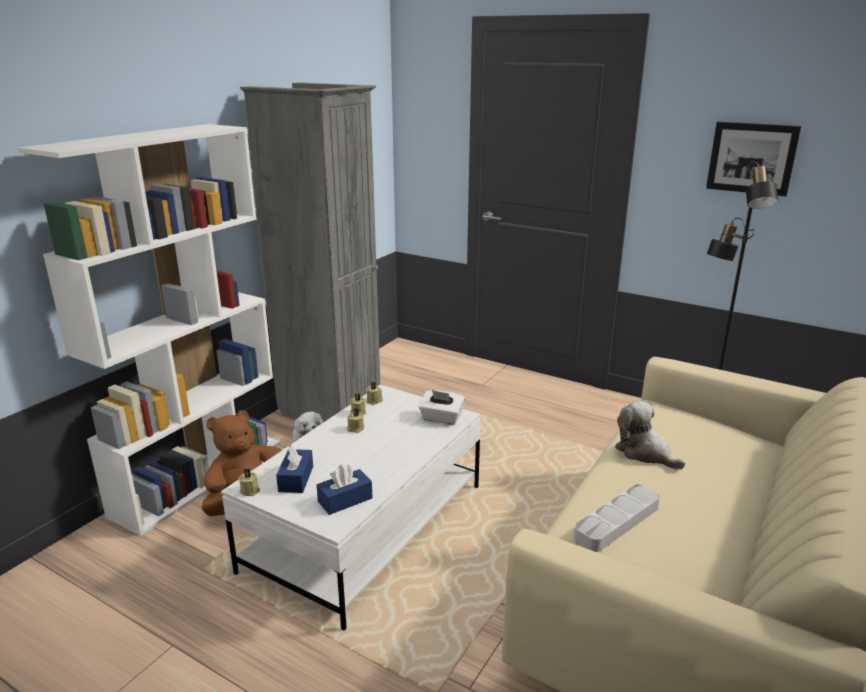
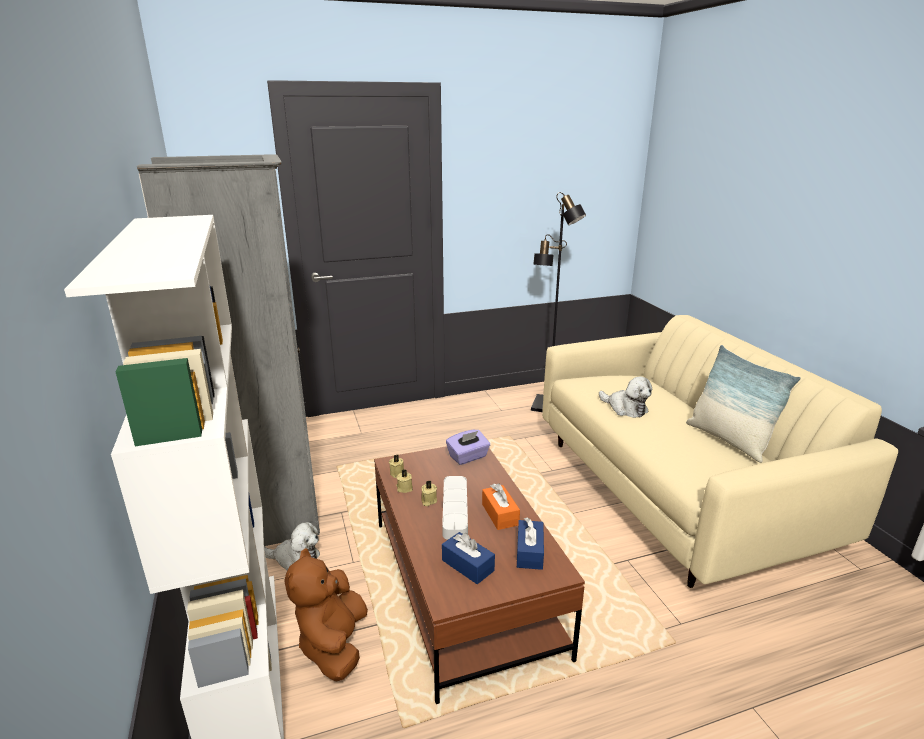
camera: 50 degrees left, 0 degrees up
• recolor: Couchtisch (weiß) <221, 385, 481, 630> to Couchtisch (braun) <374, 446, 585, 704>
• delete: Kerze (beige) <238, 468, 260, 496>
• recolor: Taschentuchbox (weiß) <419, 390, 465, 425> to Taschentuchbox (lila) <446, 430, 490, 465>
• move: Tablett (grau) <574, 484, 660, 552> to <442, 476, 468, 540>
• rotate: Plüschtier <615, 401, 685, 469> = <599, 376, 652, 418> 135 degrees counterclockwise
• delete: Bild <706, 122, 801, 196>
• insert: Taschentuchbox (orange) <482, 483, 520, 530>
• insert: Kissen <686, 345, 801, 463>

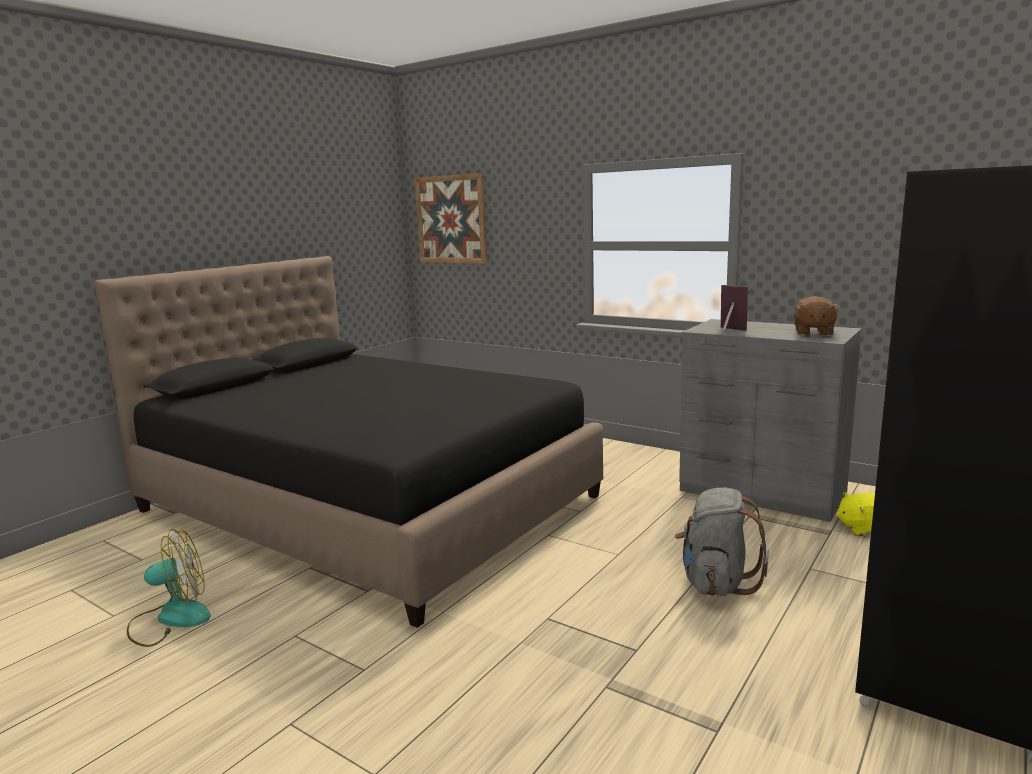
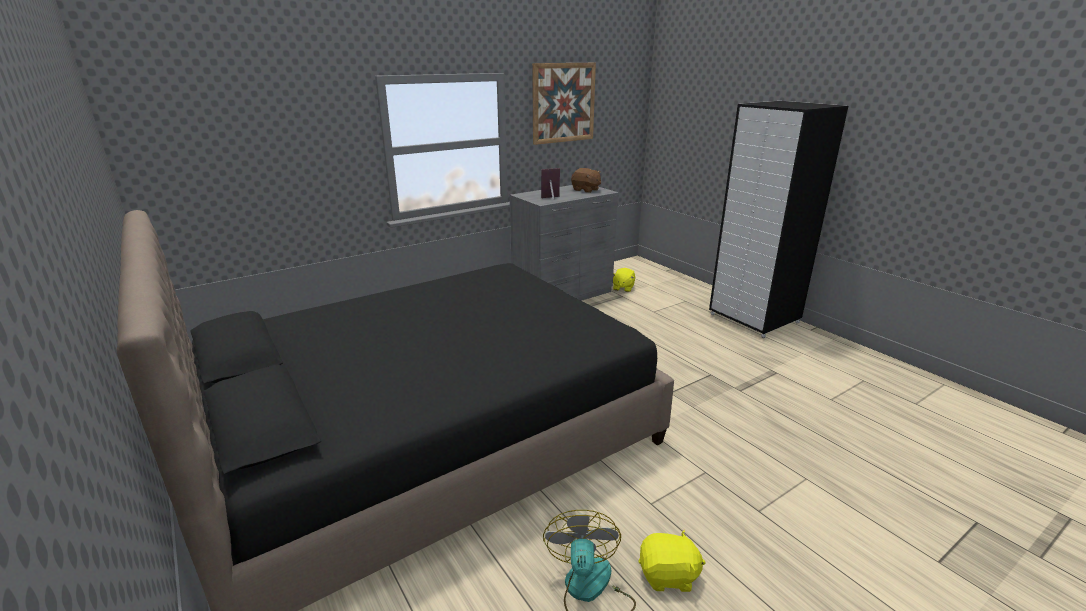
camera: 70 degrees left, 10 degrees up
• move: Bild <415, 173, 487, 264> to <532, 63, 596, 145>
• delete: Rucksack (grau) <675, 487, 769, 596>
• insert: Plüschtier (gelb) <639, 530, 706, 592>

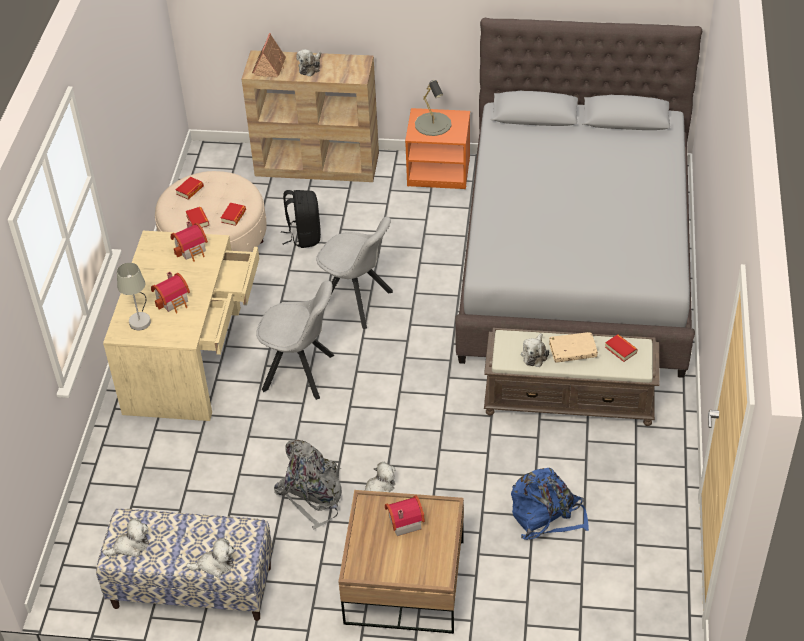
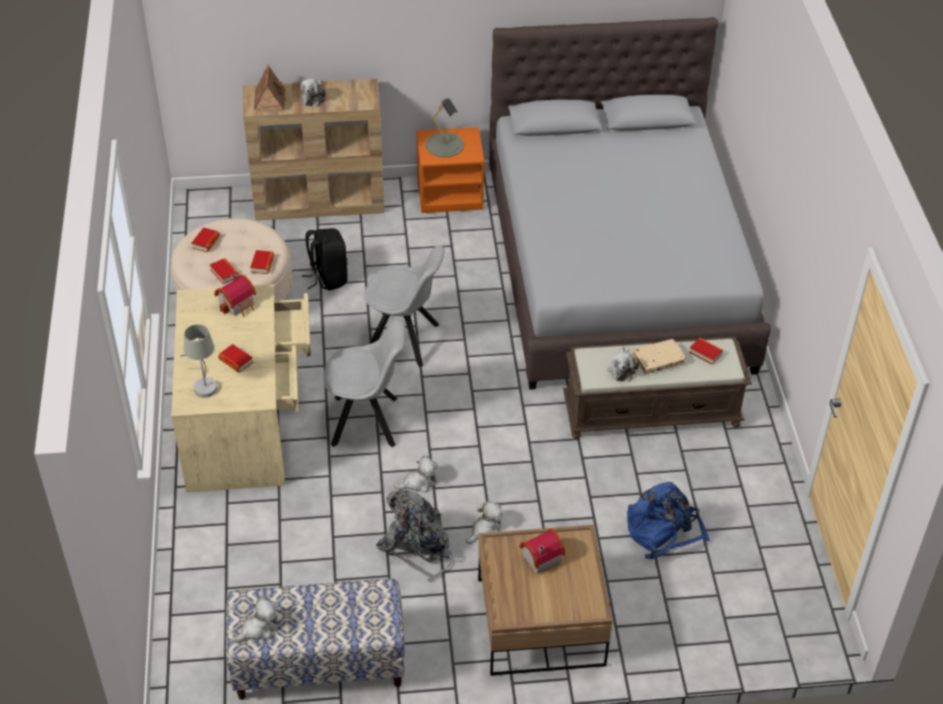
camera: 15 degrees left, 0 degrees up
• replace: Spielzeughaus <151, 272, 190, 313> to Buch <218, 344, 253, 373>
• move: Plüschtier <186, 538, 234, 577> to <394, 456, 438, 493>

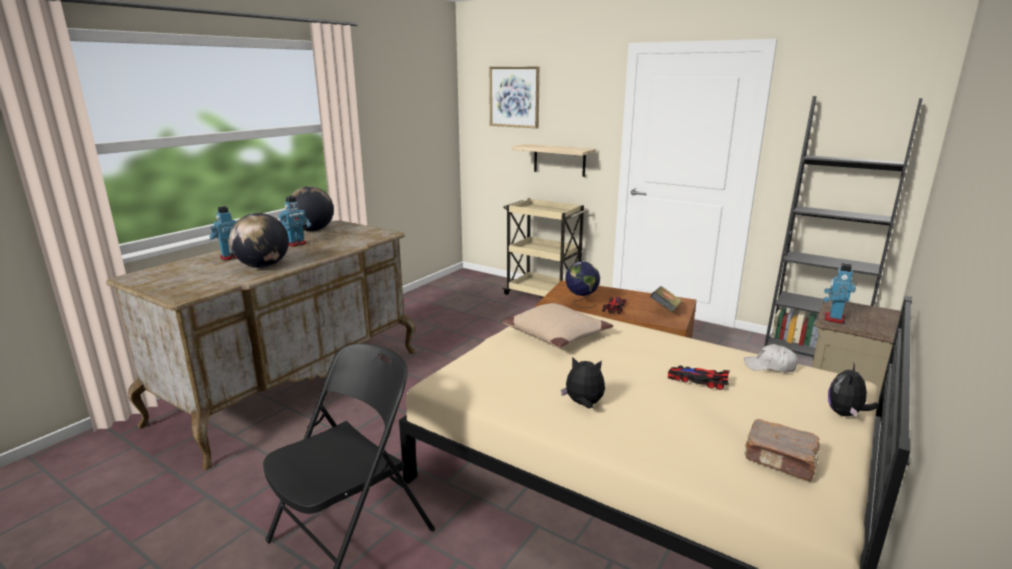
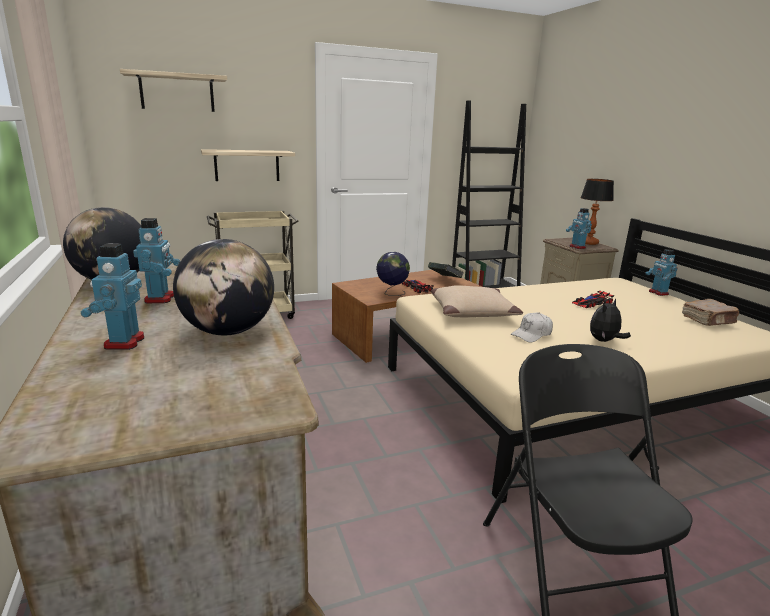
camera: 55 degrees left, 0 degrees up
• replace: Bild <489, 67, 540, 128> to Wandregal <120, 69, 227, 112>
• move: Kappe (weiß) <744, 344, 798, 372> to <511, 313, 553, 343>
• replace: Plüschtier <828, 364, 878, 417> to Spielzeugroboter <645, 249, 678, 296>
• insert: Tischlampe <581, 179, 614, 245>

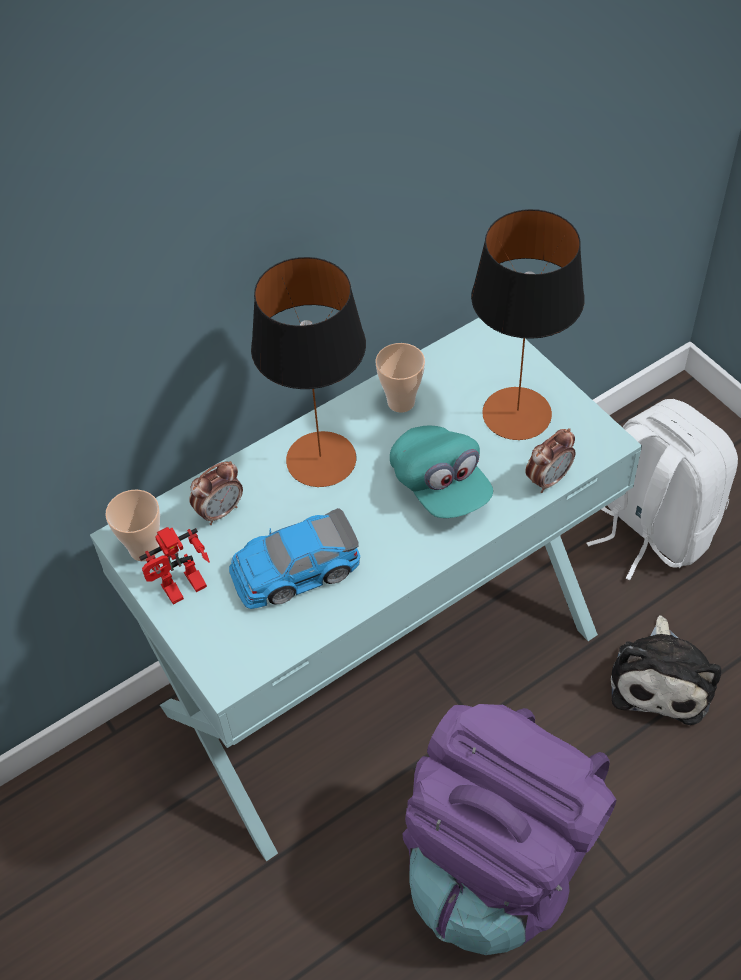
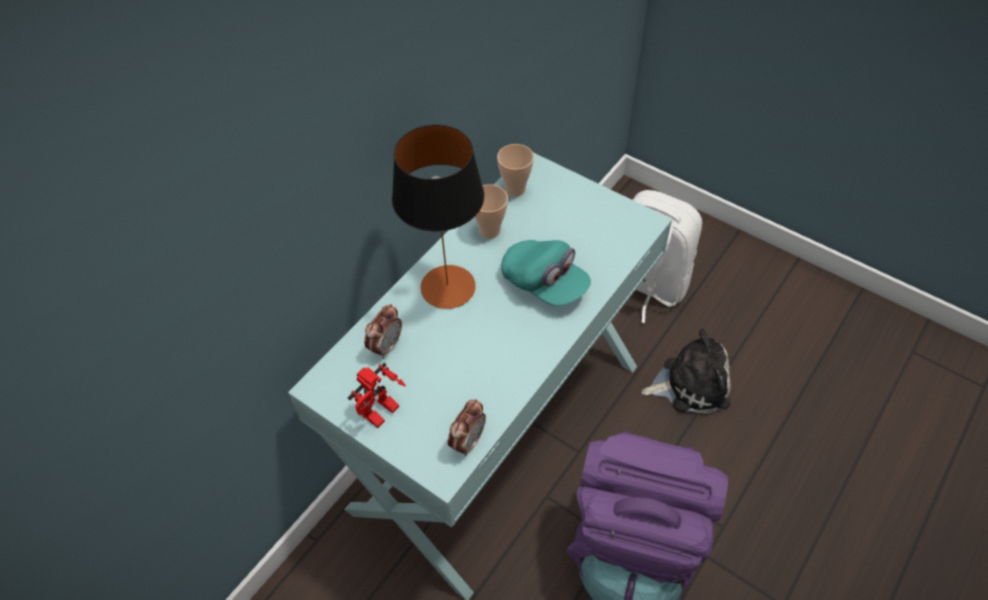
camera: 20 degrees left, 0 degrees up
• move: Tasse <105, 490, 160, 562> to <497, 144, 534, 197>
• delete: Spielzeugauto <229, 508, 360, 609>
• delete: Tischlampe <471, 209, 585, 440>
• move: Wecker <525, 428, 575, 493> to <448, 399, 486, 456>
• rotate: Plüschtier <611, 615, 721, 725> = <641, 329, 731, 414> 90 degrees counterclockwise

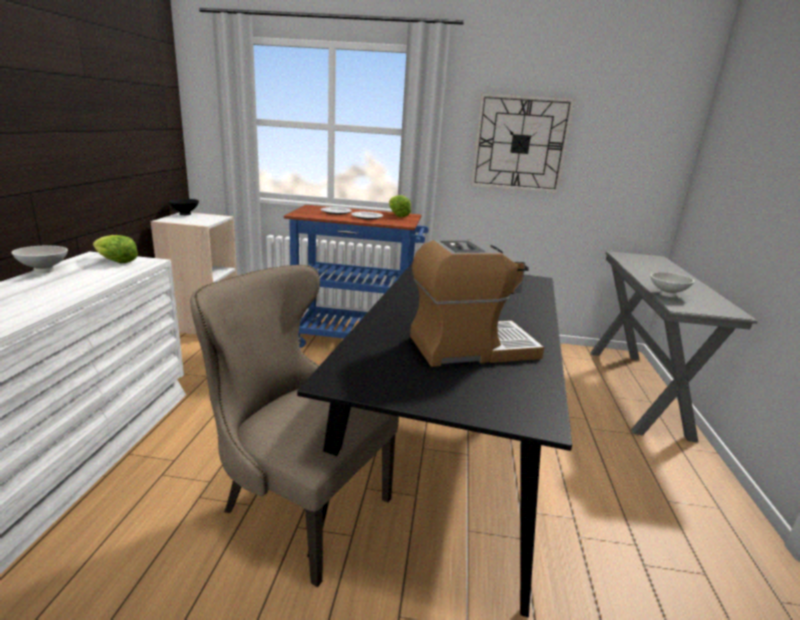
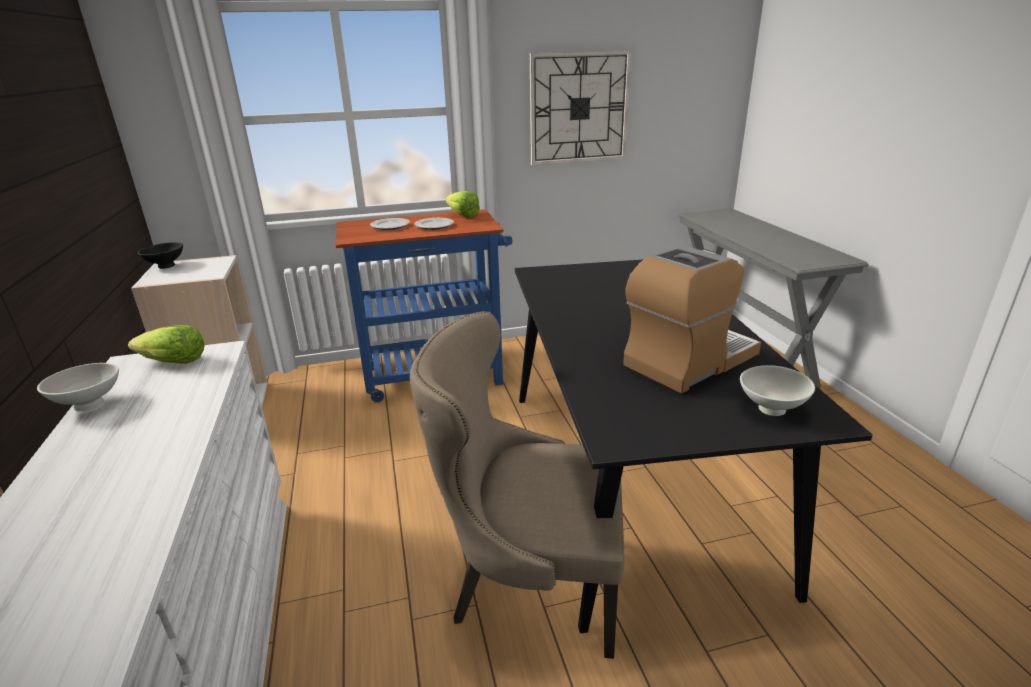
camera: 20 degrees left, 5 degrees up
• move: Schüssel (weiß) <650, 272, 694, 297> to <740, 365, 815, 416>

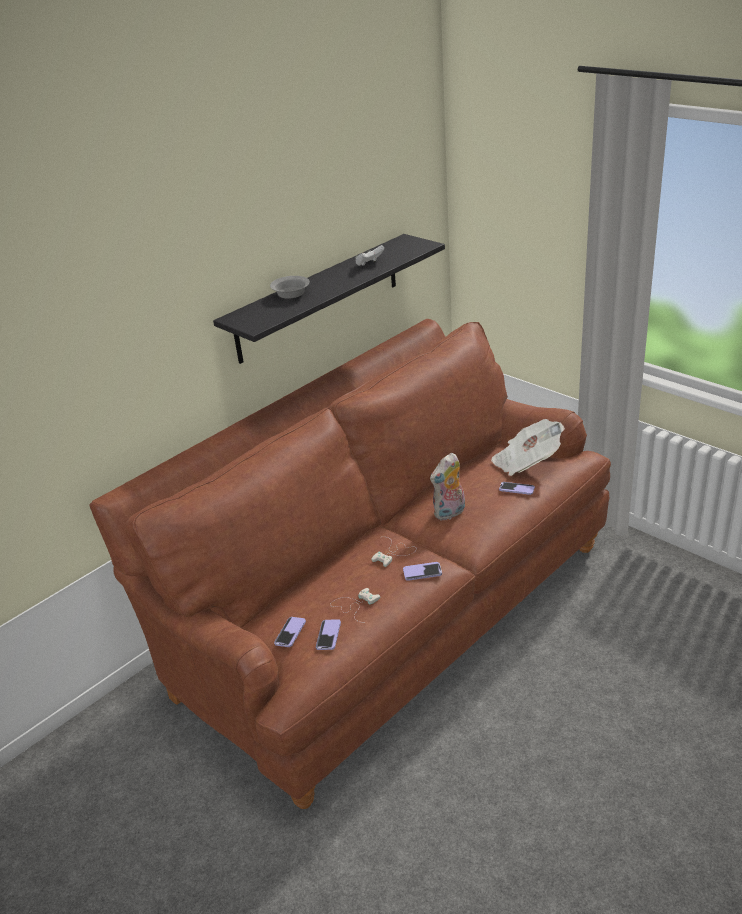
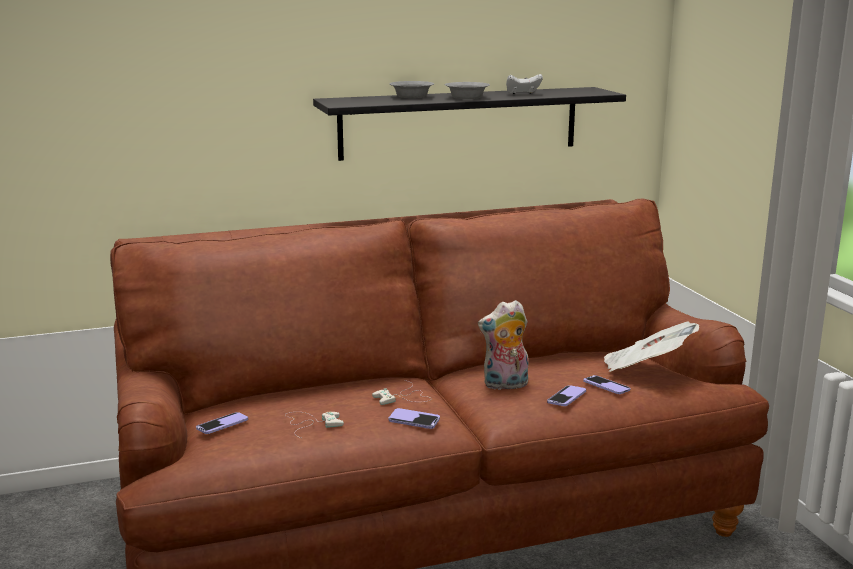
camera: 25 degrees right, 15 degrees down
• move: Handy <316, 619, 341, 650> to <547, 385, 586, 406>
• insert: Schüssel (grau) <445, 82, 490, 99>

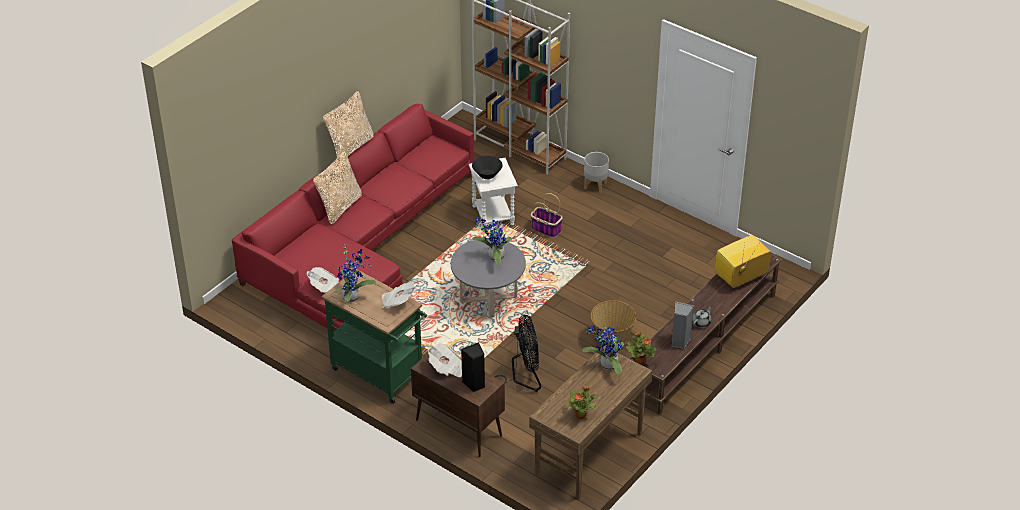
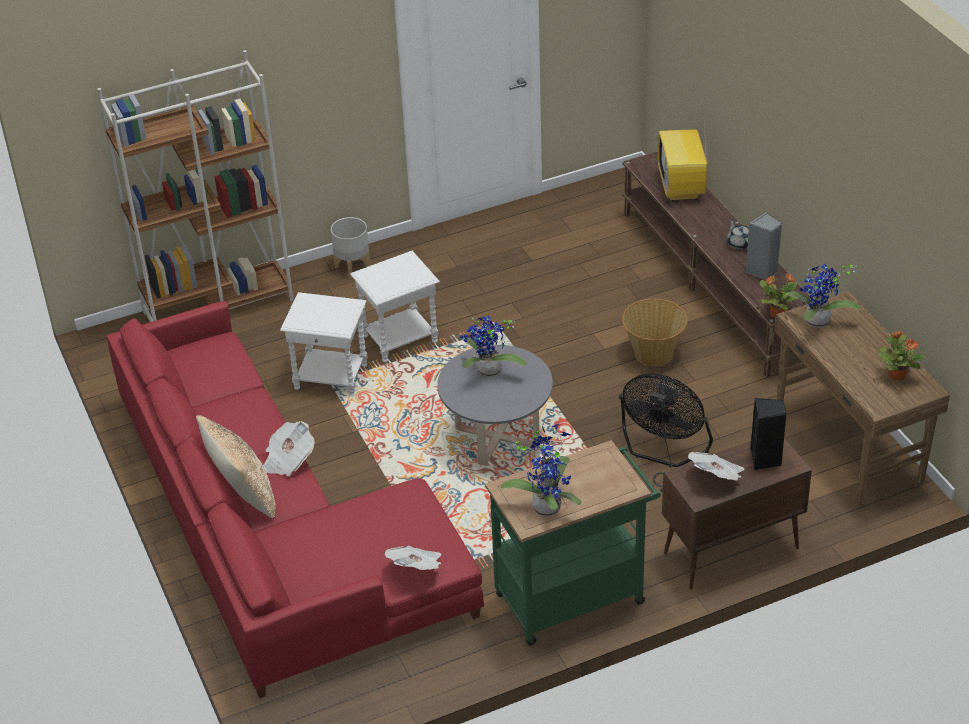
camera: 60 degrees left, 0 degrees up
• delete: Kissen (beige) <323, 91, 374, 158>
• move: Zeitung <382, 282, 416, 308> to <263, 421, 315, 477>
• delete: Schüssel (schwarz) <472, 156, 503, 179>
• replace: Korb <531, 193, 563, 238> to Beistelltisch (weiß) <350, 251, 440, 362>

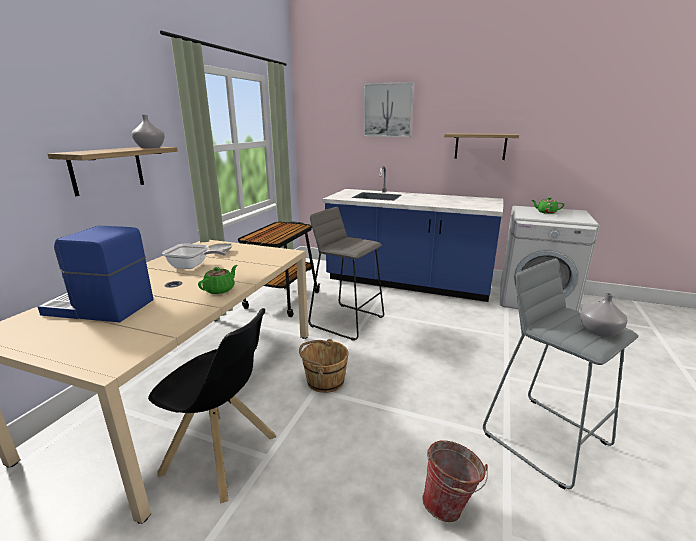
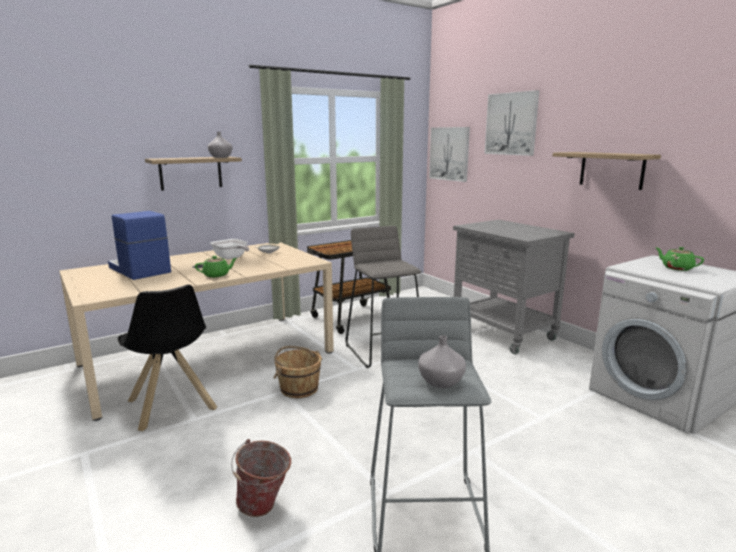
camera: 35 degrees right, 5 degrees down
• replace: Küchenzeile (blau) <322, 166, 503, 302> to Rollwagen (grau) <453, 220, 575, 354>
• insert: Bild <429, 127, 470, 182>

